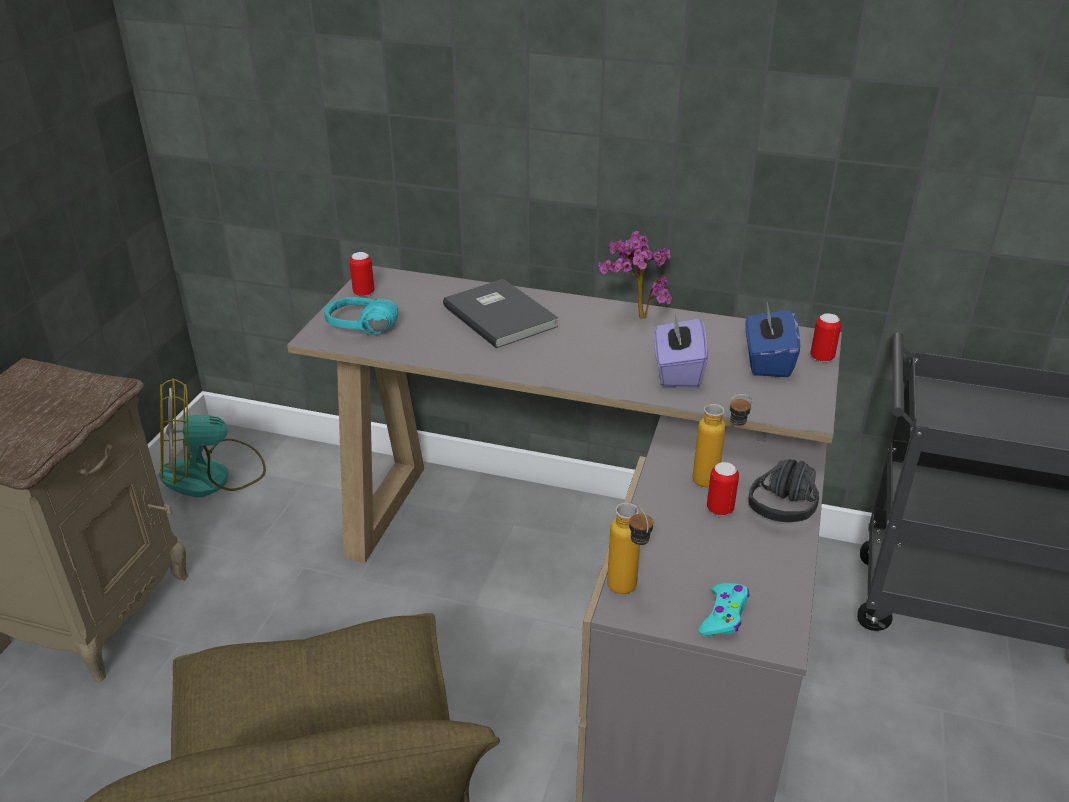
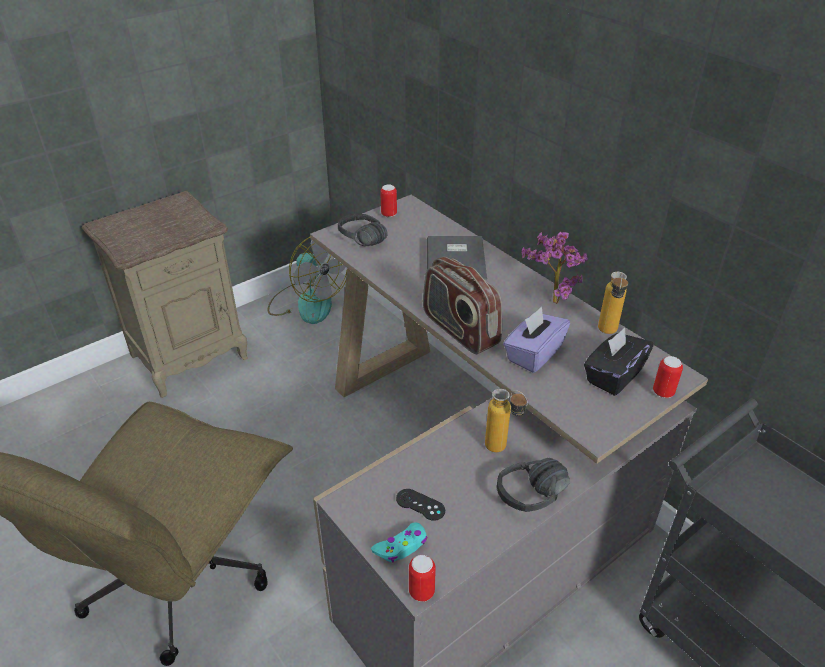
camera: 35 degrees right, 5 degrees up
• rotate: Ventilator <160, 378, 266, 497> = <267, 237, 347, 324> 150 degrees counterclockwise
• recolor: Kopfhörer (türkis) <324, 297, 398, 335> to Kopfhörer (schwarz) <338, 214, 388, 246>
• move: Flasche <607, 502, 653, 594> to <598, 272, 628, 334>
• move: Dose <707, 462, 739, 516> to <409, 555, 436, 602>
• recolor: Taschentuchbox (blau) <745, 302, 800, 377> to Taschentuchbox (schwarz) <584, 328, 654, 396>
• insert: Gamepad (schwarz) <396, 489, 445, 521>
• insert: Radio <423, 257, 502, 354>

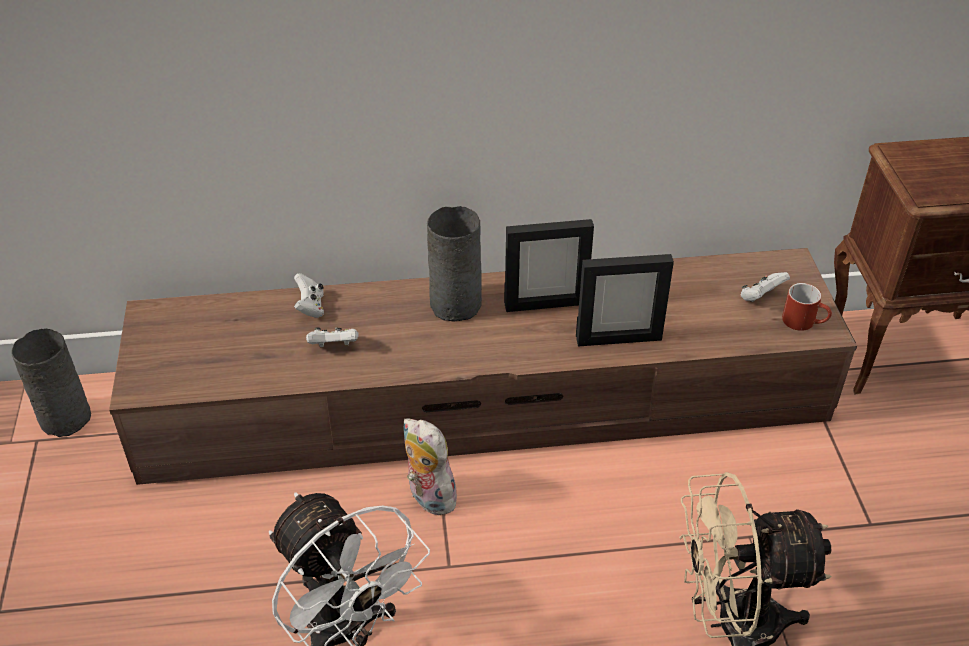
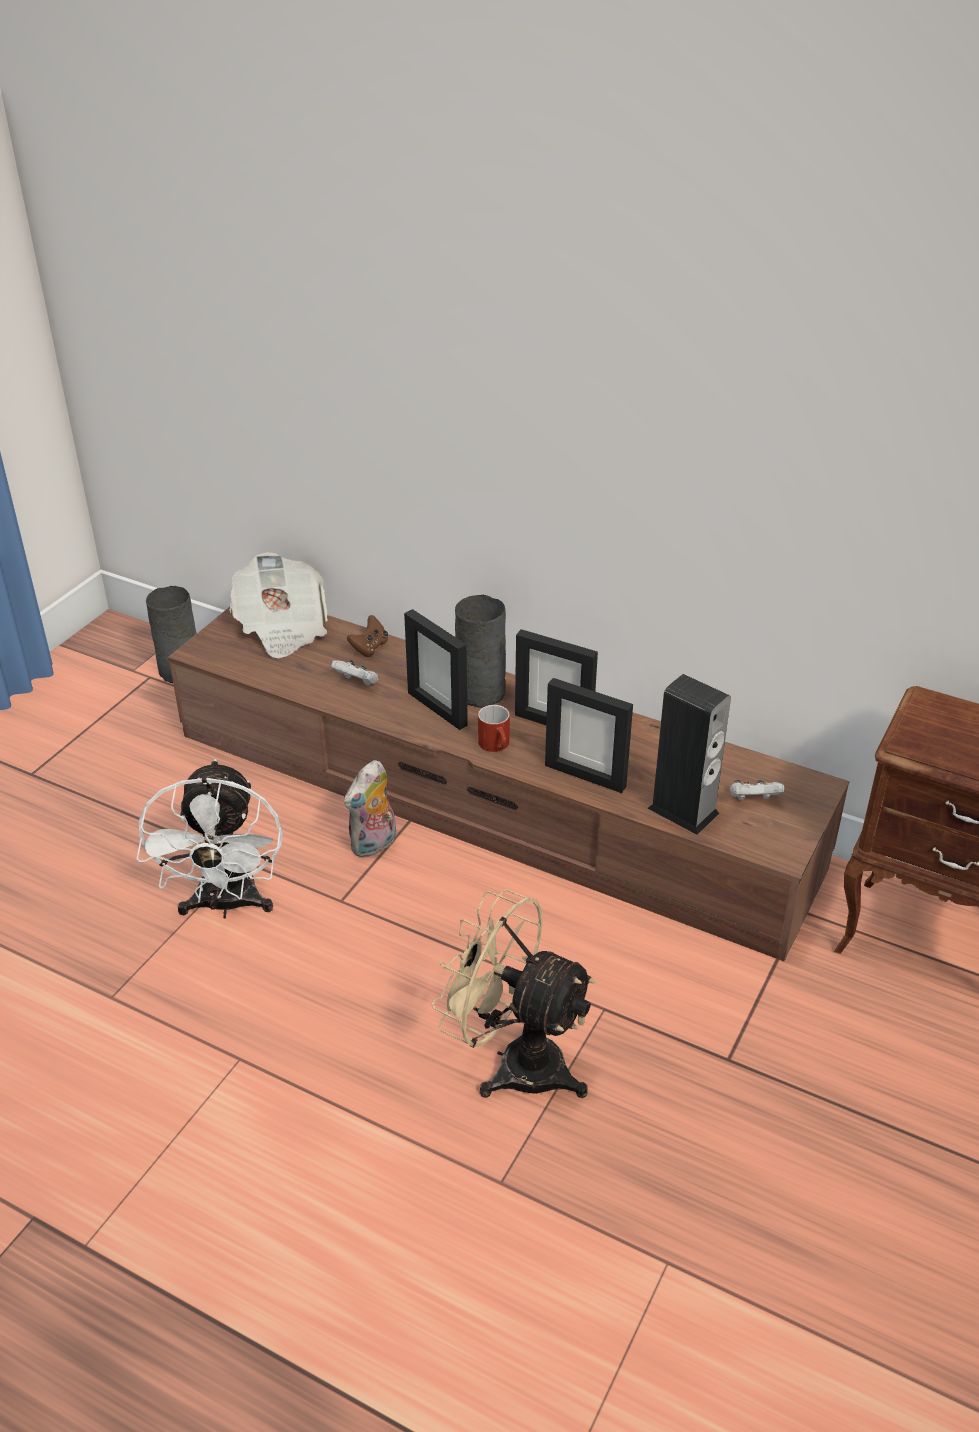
camera: 35 degrees right, 5 degrees down
• recolor: Gamepad (weiß) <294, 273, 324, 318> to Gamepad (braun) <347, 615, 388, 657>
• rotate: Plüschtier <403, 418, 461, 515> = <344, 760, 396, 858> 135 degrees counterclockwise
• move: Henkelbecher (rot) <782, 283, 832, 331> to <478, 705, 510, 752>
• insert: Zeitung <229, 552, 327, 659>
• insert: Bilderrahmen <404, 609, 468, 730>
• insert: Lautsprecher <647, 674, 731, 835>

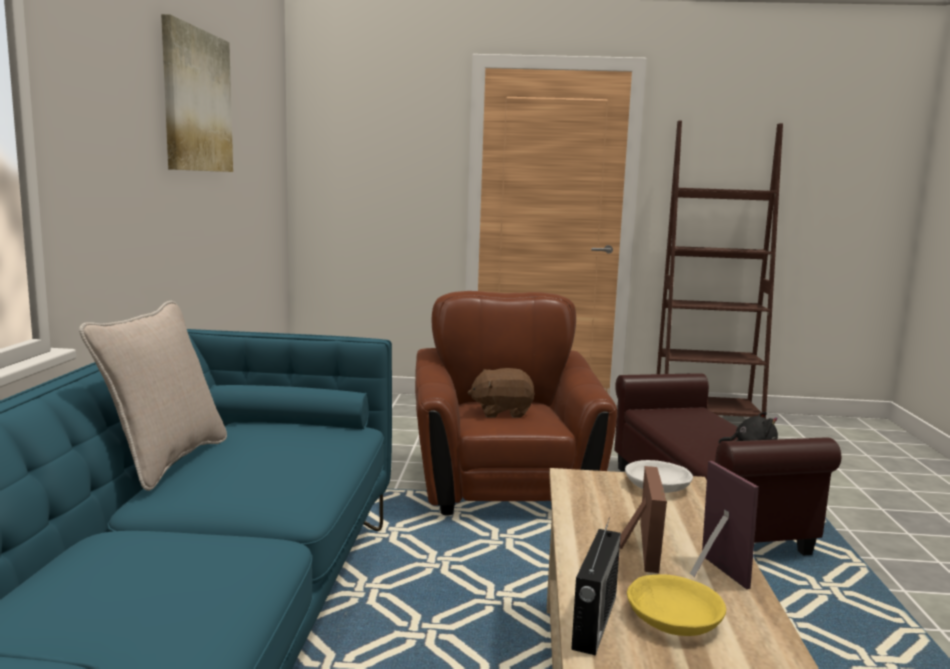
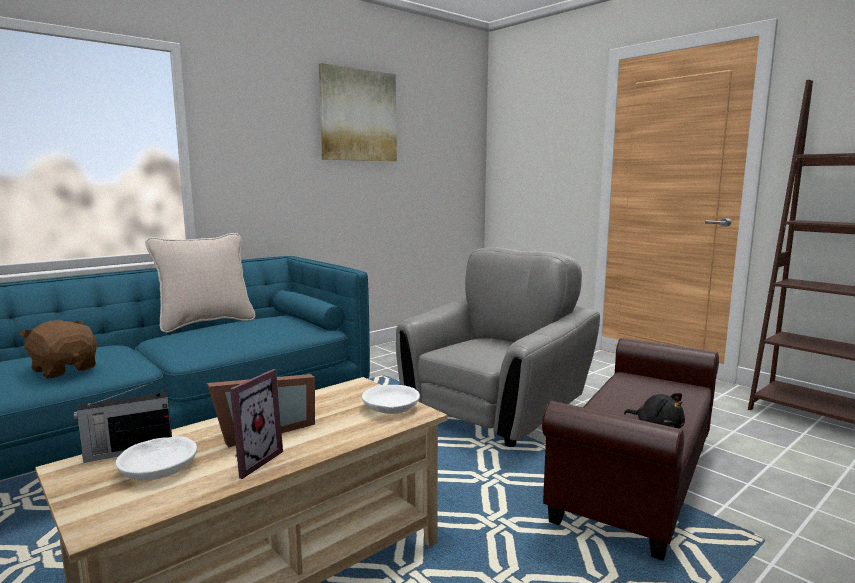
camera: 45 degrees right, 0 degrees up
• recolor: Sessel (braun) <415, 291, 617, 515> to Sessel (grau) <396, 247, 600, 447>
• move: Plüschtier (braun) <468, 368, 535, 418> to <19, 320, 97, 378>
• recolor: Schüssel (gelb) <627, 575, 726, 636> to Schüssel (weiß) <116, 436, 197, 480>

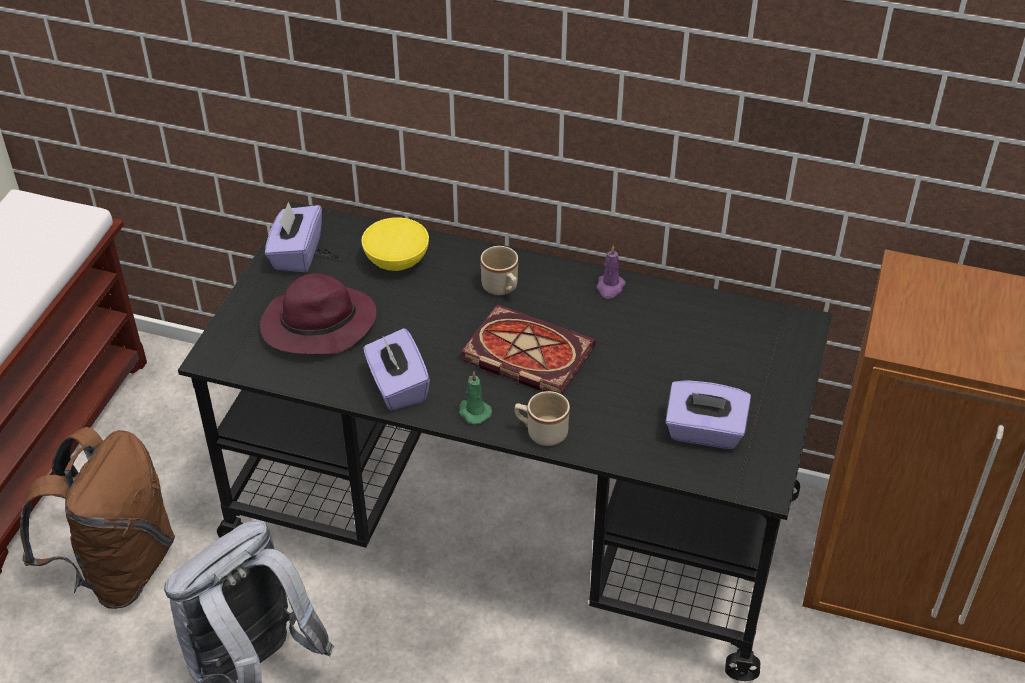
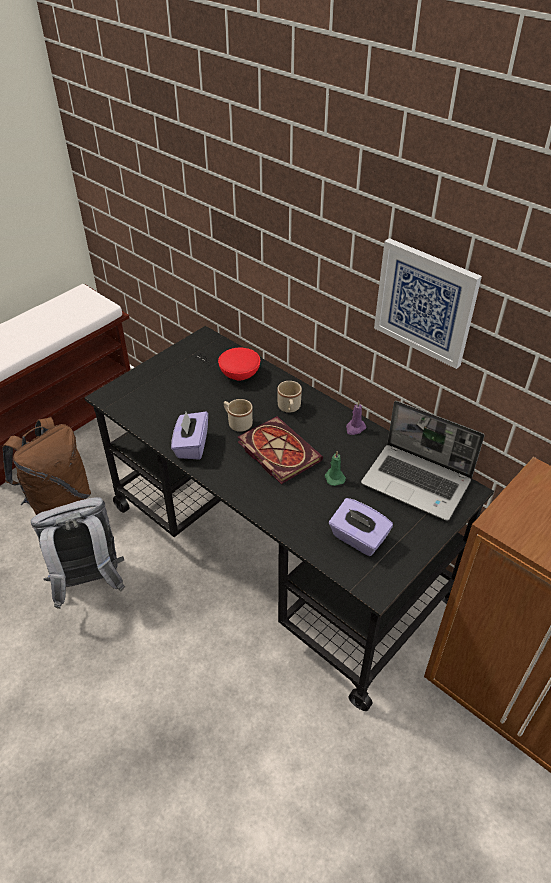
camera: 25 degrees right, 0 degrees up
• delete: Hut (lila) <260, 273, 377, 354>
• delete: Taschentuchbox (lila) <265, 202, 322, 272>
• recolor: Schüssel (gelb) <361, 217, 429, 271> to Schüssel (rot) <218, 348, 260, 381>
• move: Kerze (grün) <459, 371, 492, 425> to <325, 451, 346, 486>
• move: Henkelbecher (beige) <515, 391, 570, 446> to <224, 399, 253, 432>
• insert: Laptop <361, 401, 484, 521>
• insert: Bild <374, 238, 482, 369>

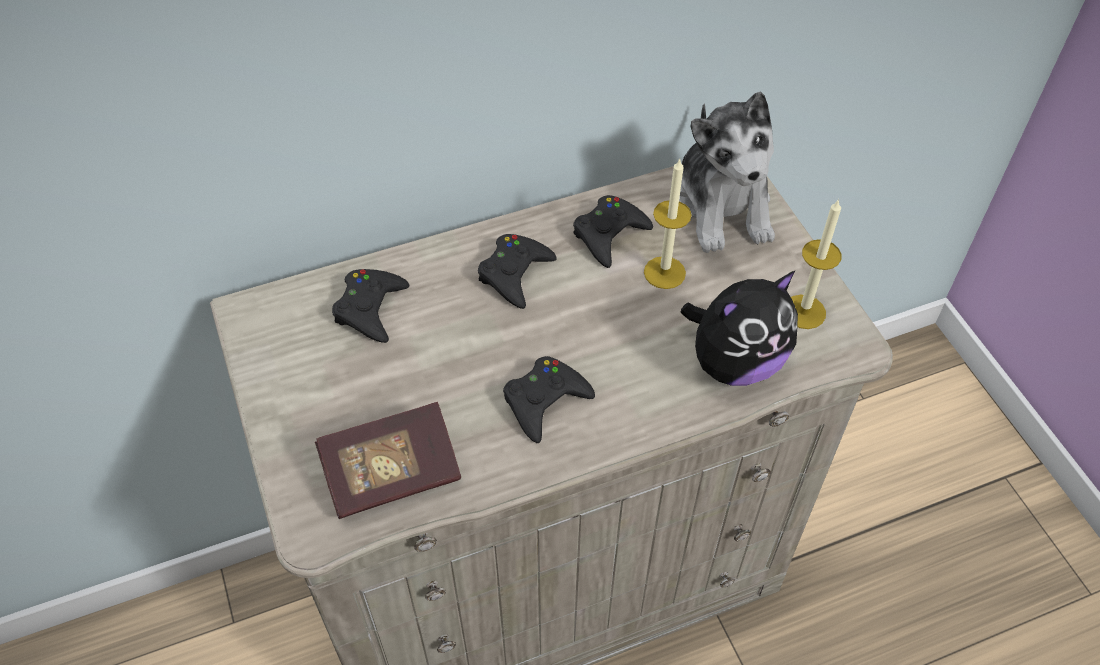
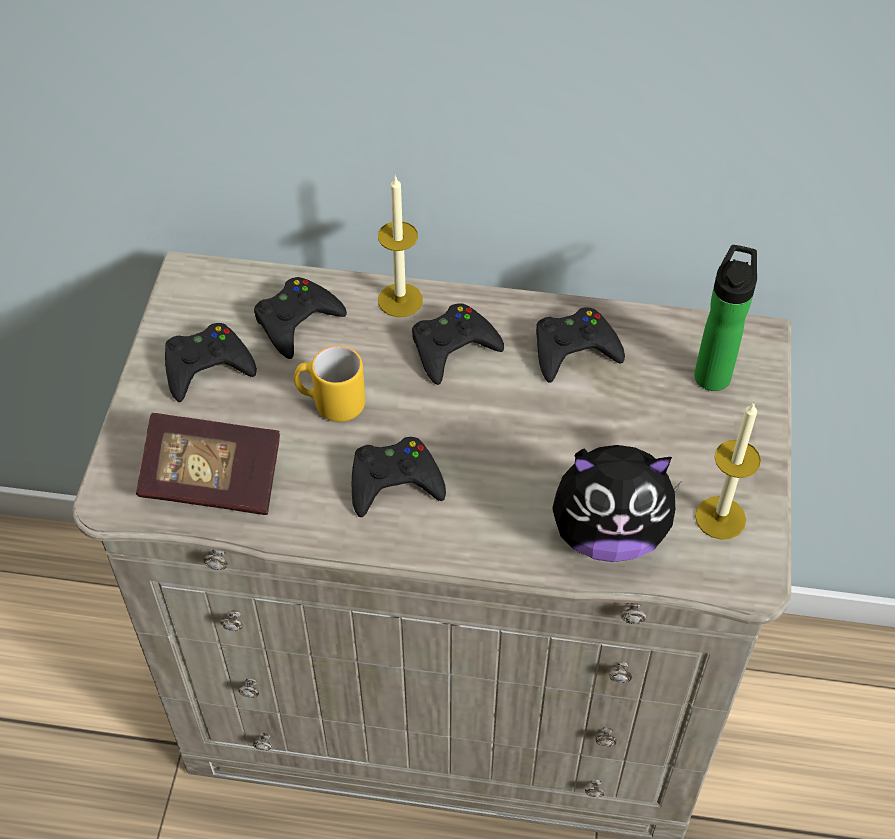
camera: 30 degrees right, 0 degrees up
• move: Kerze <644, 159, 692, 289> to <378, 175, 423, 317>
• replace: Plüschtier <679, 91, 775, 253> to Flasche <694, 245, 757, 391>
• insert: Gamepad (schwarz) <165, 323, 257, 402>
• insert: Henkelbecher (gelb) <294, 346, 365, 422>

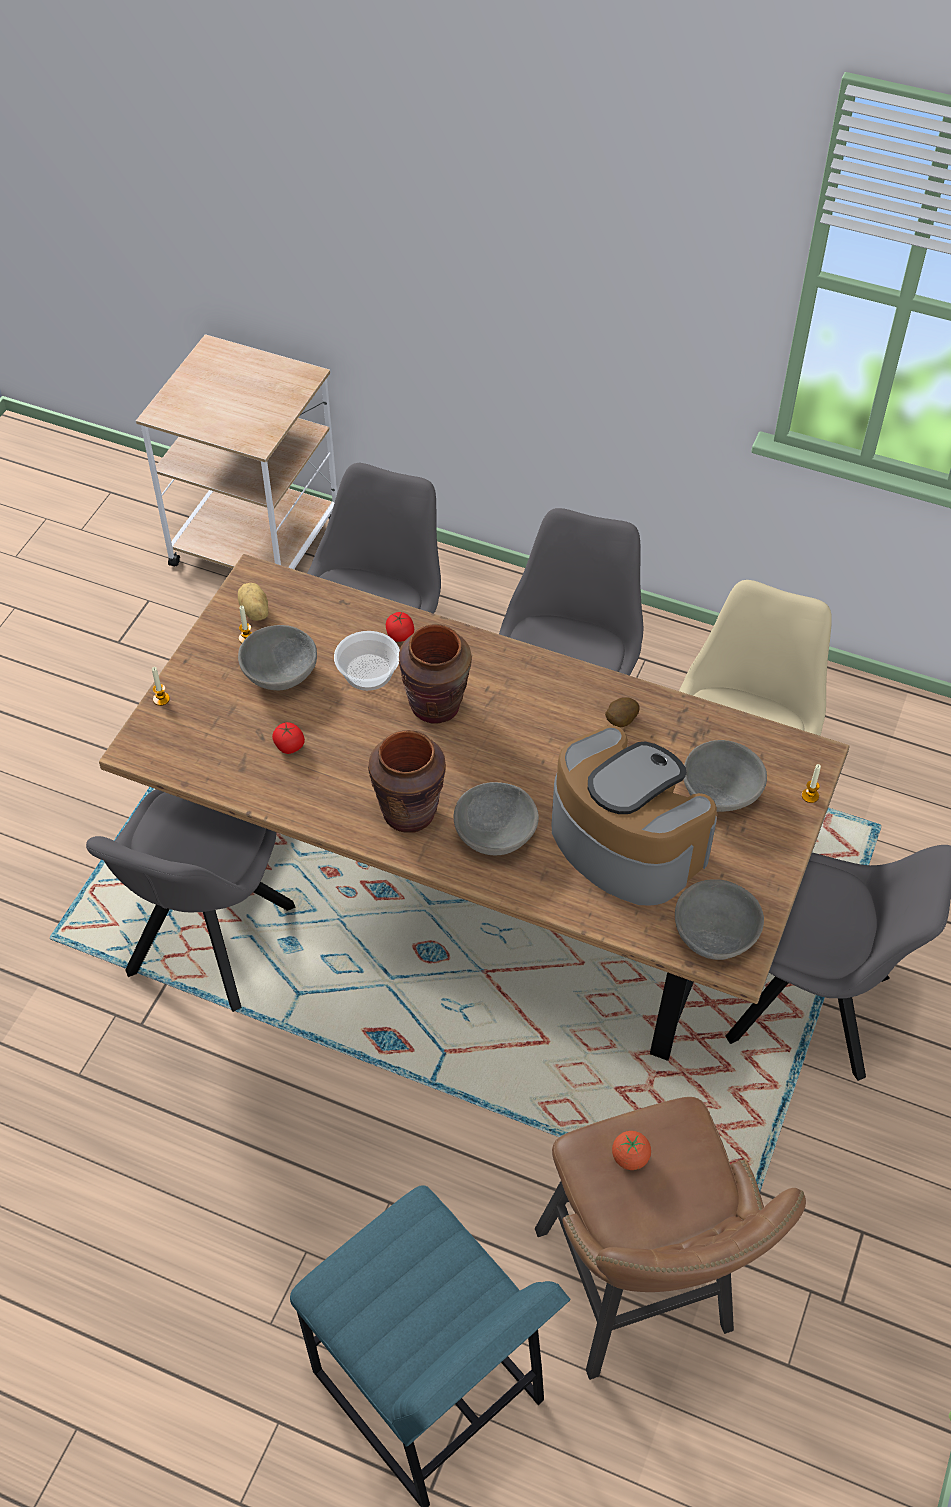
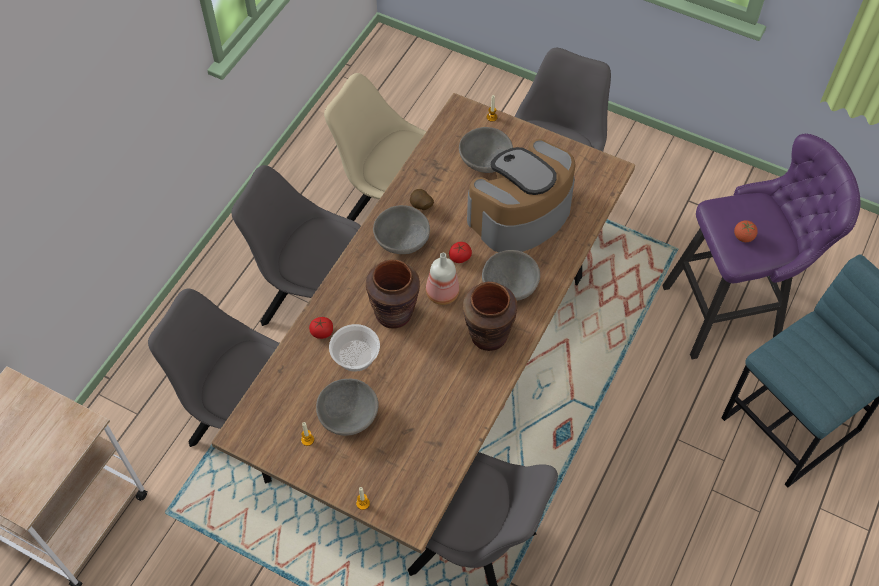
camera: 85 degrees left, 5 degrees up
• delete: Kartoffel <238, 583, 268, 621>
• move: Tomate <272, 722, 305, 754> to <449, 242, 472, 263>
• recolor: Hocker (braun) <535, 1097, 806, 1380> to Hocker (lila) <662, 134, 860, 359>
• move: Schüssel (grau) <675, 879, 764, 960> to <373, 205, 430, 254>
• insert: Flasche <426, 253, 459, 305>

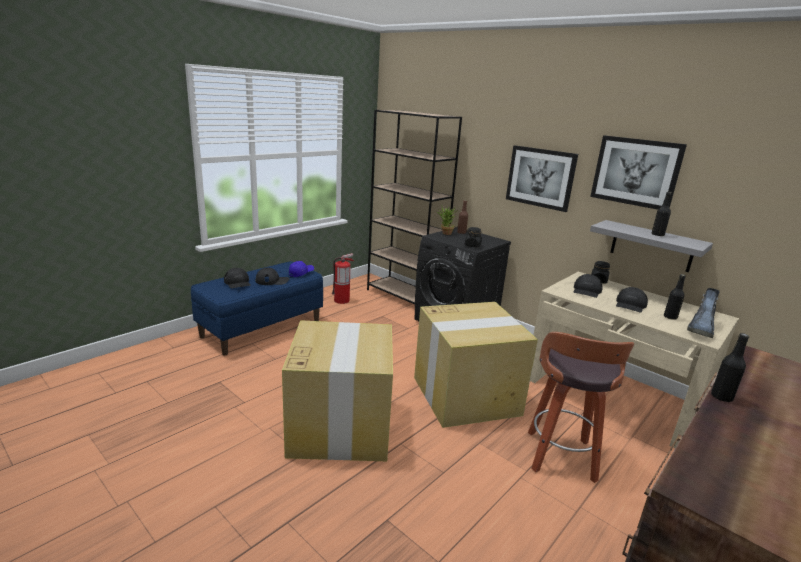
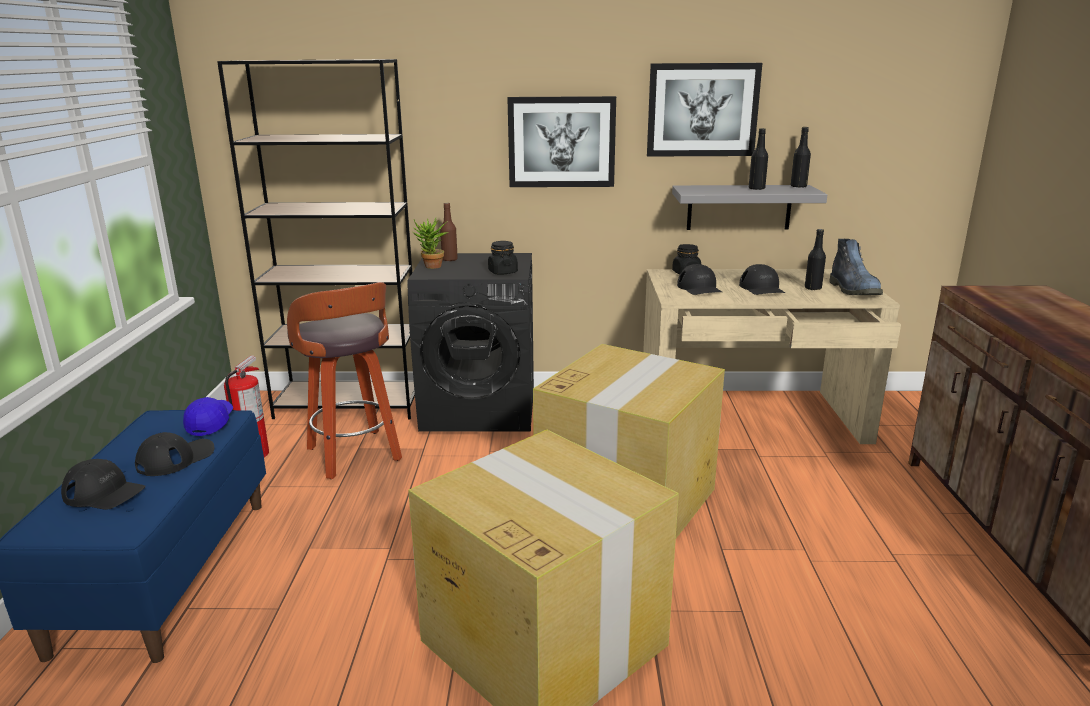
camera: 40 degrees left, 0 degrees up
• move: Hocker <528, 332, 634, 483> to <287, 282, 402, 479>
• move: Flasche (schwarz) <711, 333, 749, 402> to <790, 127, 811, 187>

